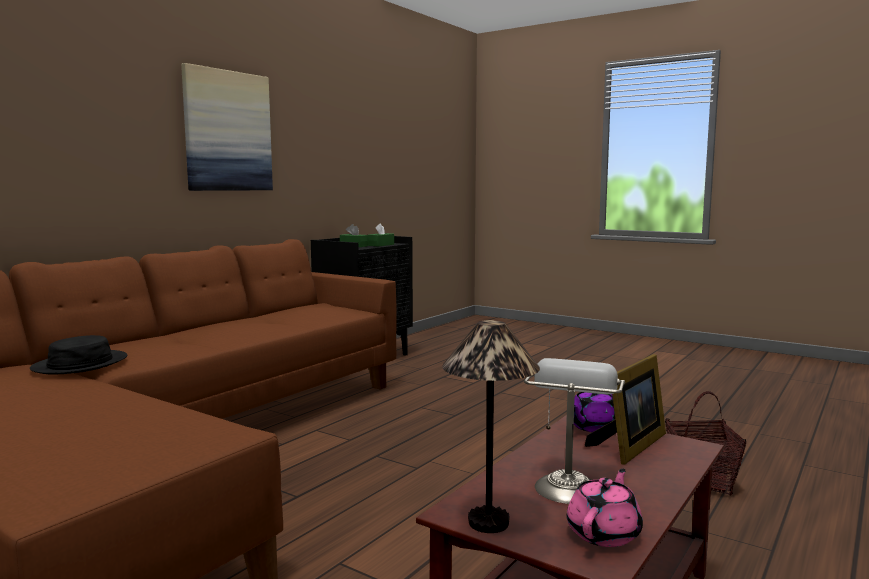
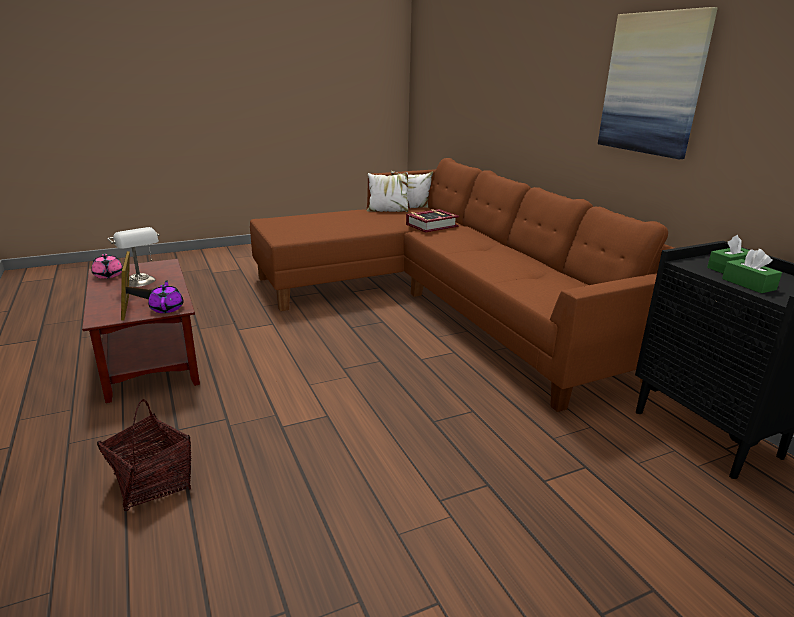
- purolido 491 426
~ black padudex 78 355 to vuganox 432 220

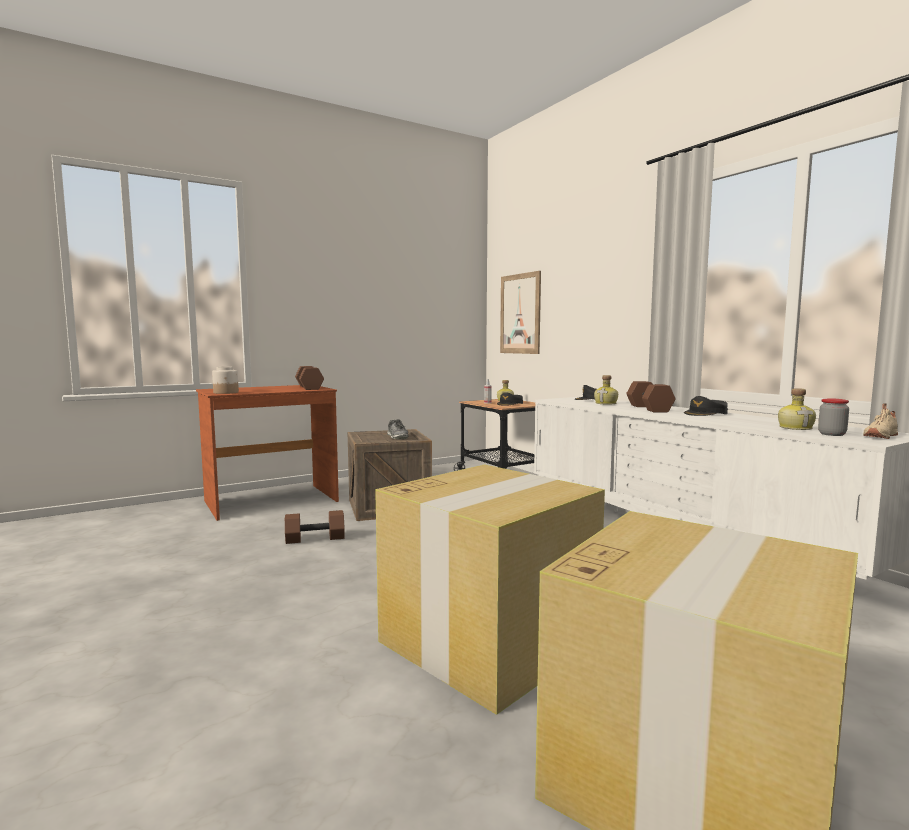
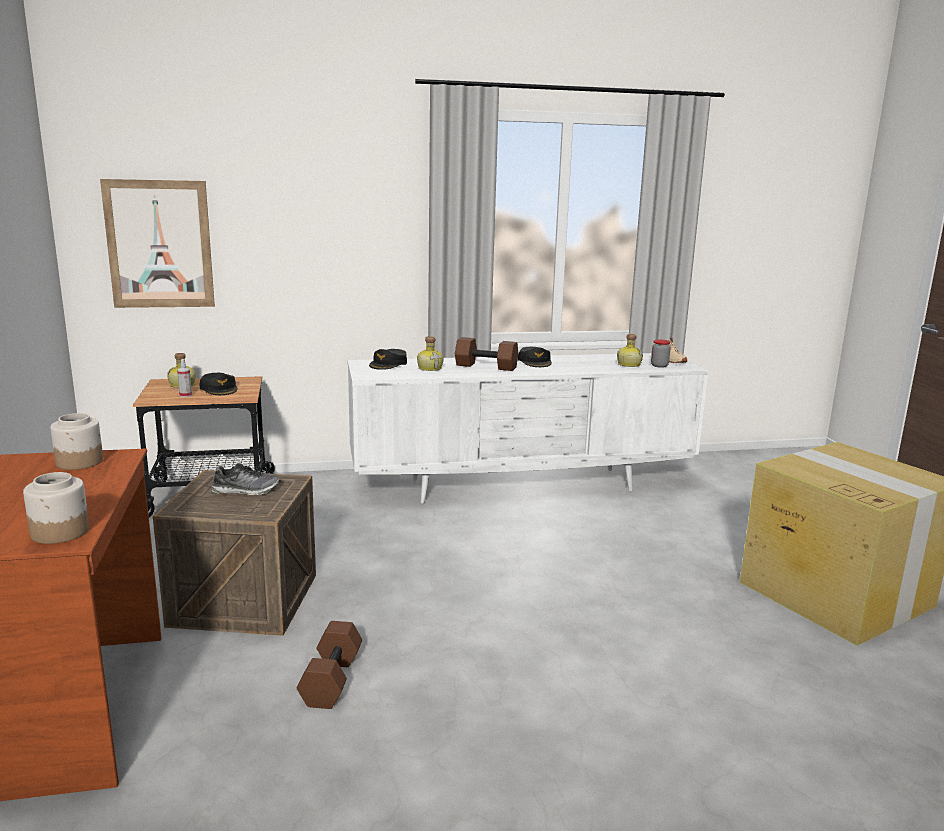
- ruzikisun 490 589
~ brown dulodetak 309 378 to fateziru 76 441

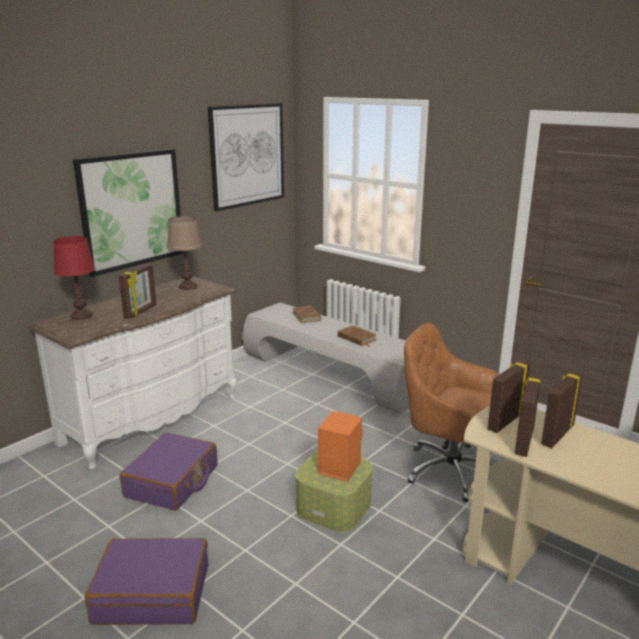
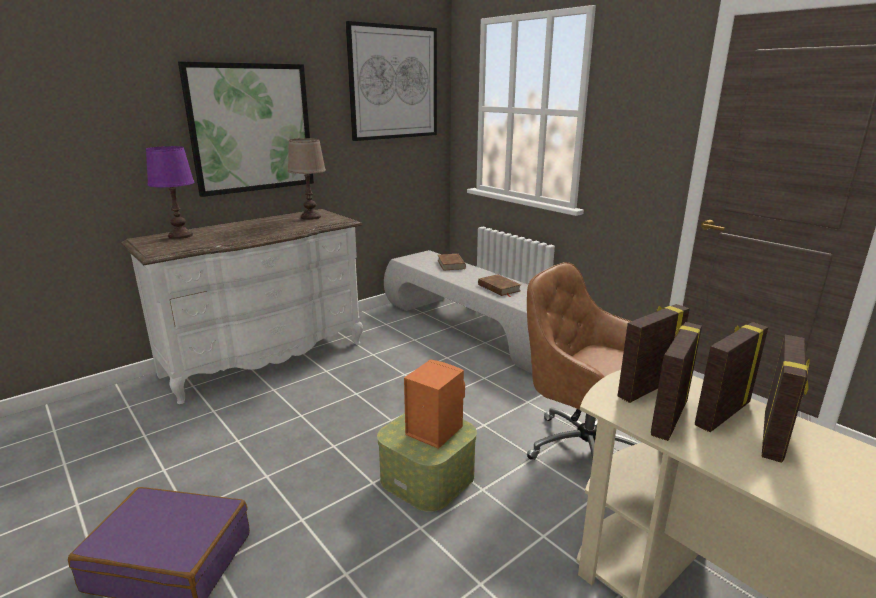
- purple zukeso 169 471
~ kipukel 137 291 to 786 399
~ red purolido 74 278 to purple purolido 170 192

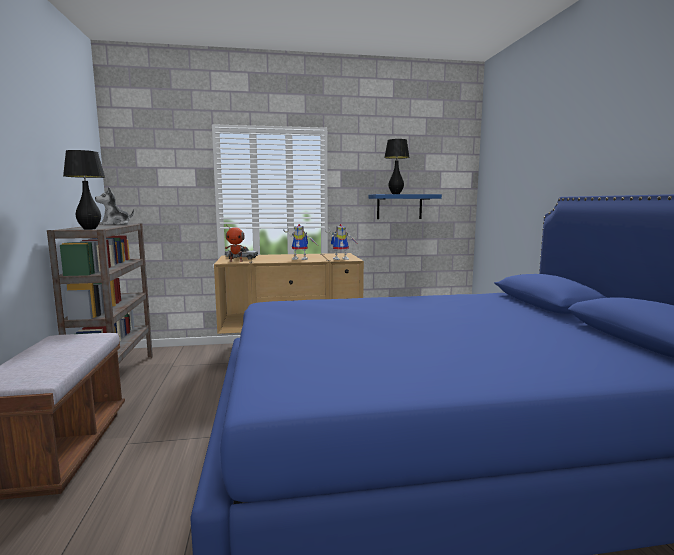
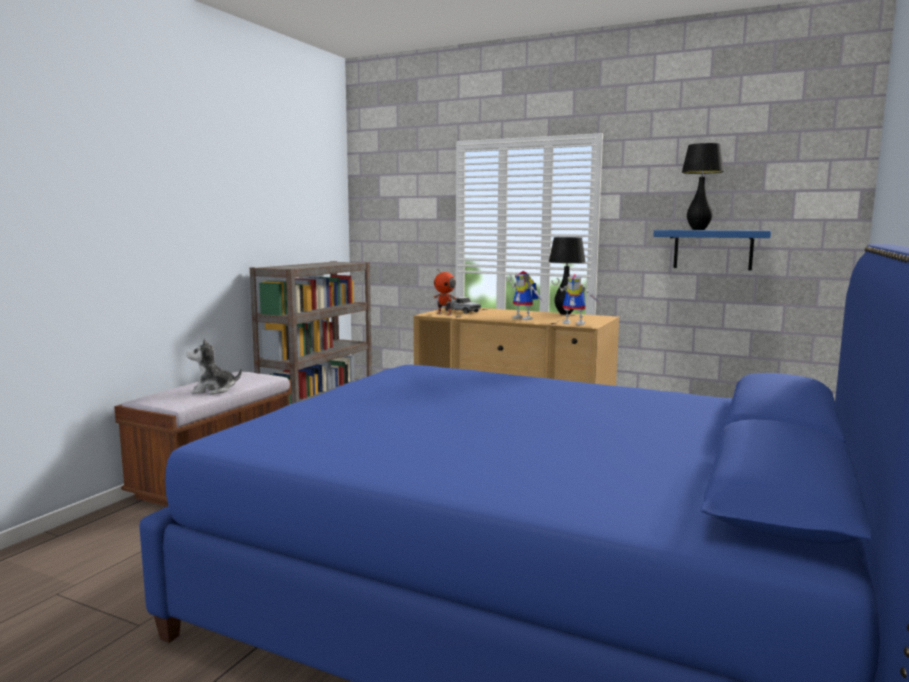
~ black purolido 84 190 to 567 276
~ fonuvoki 114 206 to 214 366

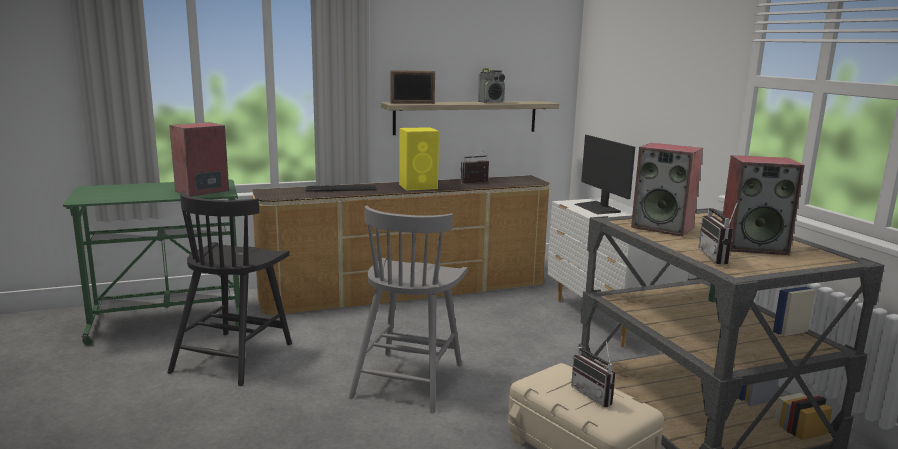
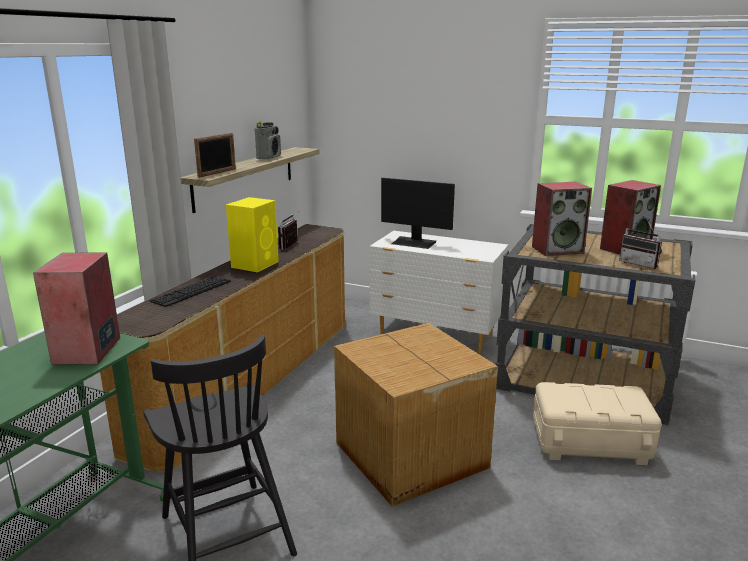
- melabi 593 374
~ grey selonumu 408 309 to ruzikisun 416 415

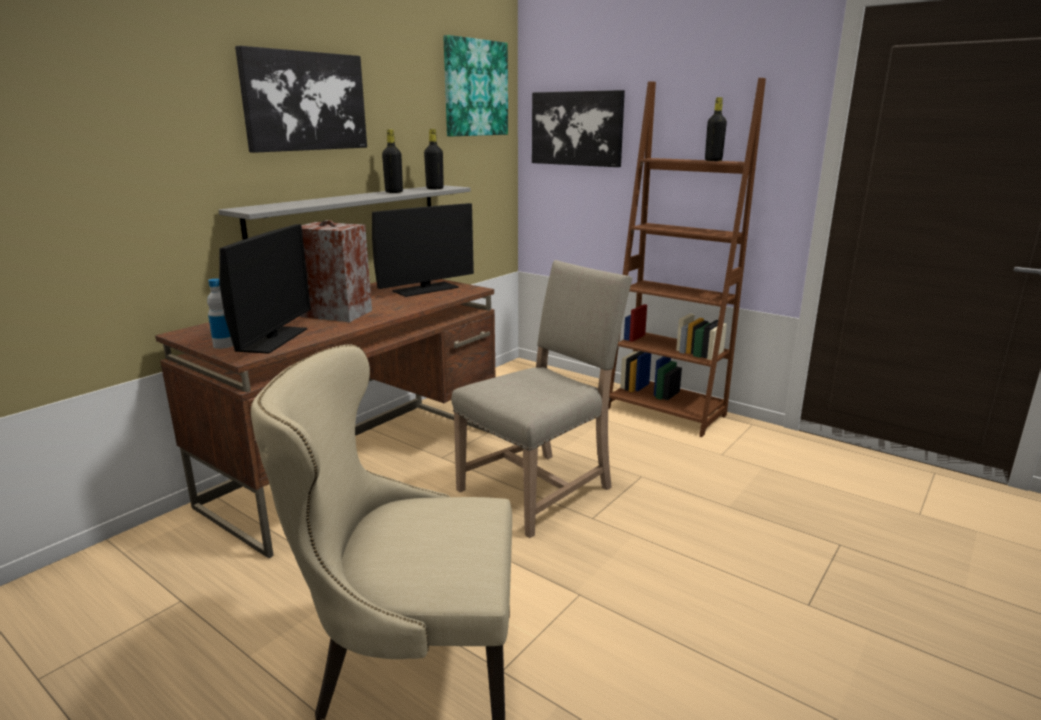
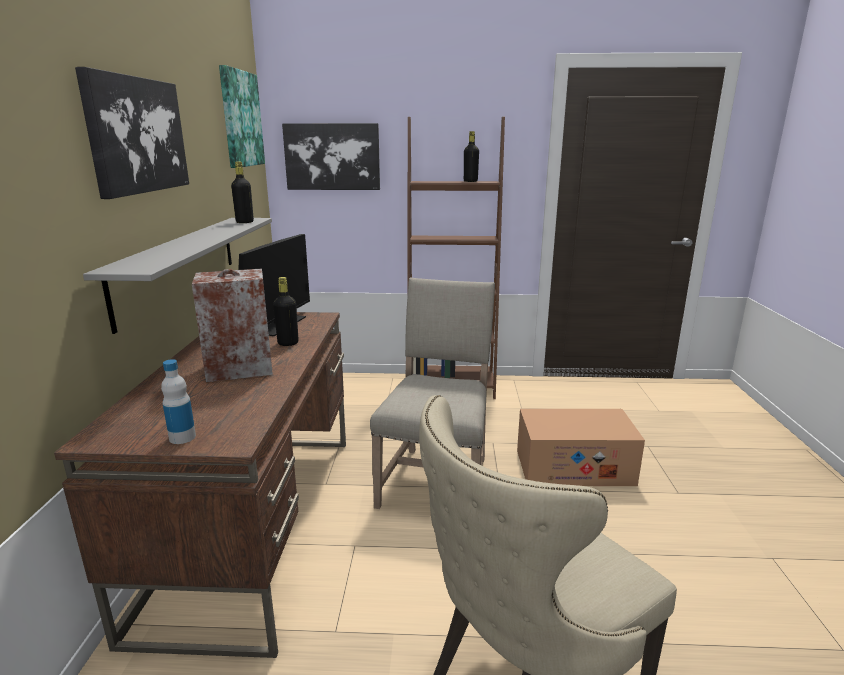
- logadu 265 289
+ ruzikisun 581 447
~ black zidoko 392 161 to 286 311

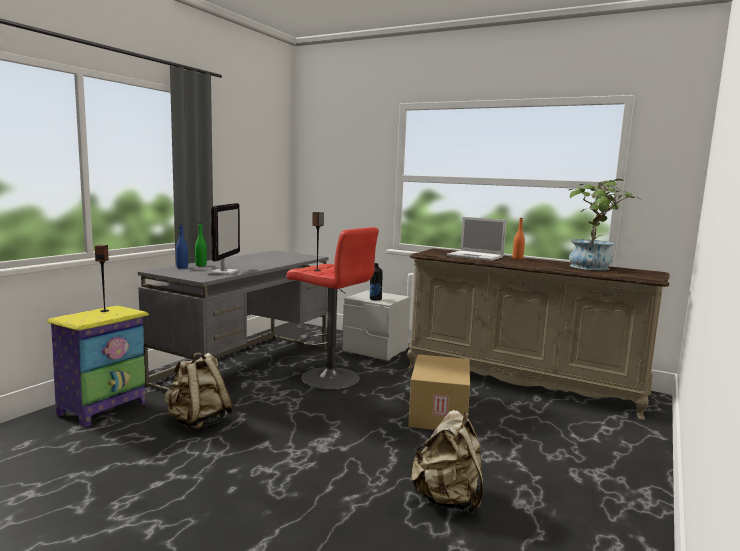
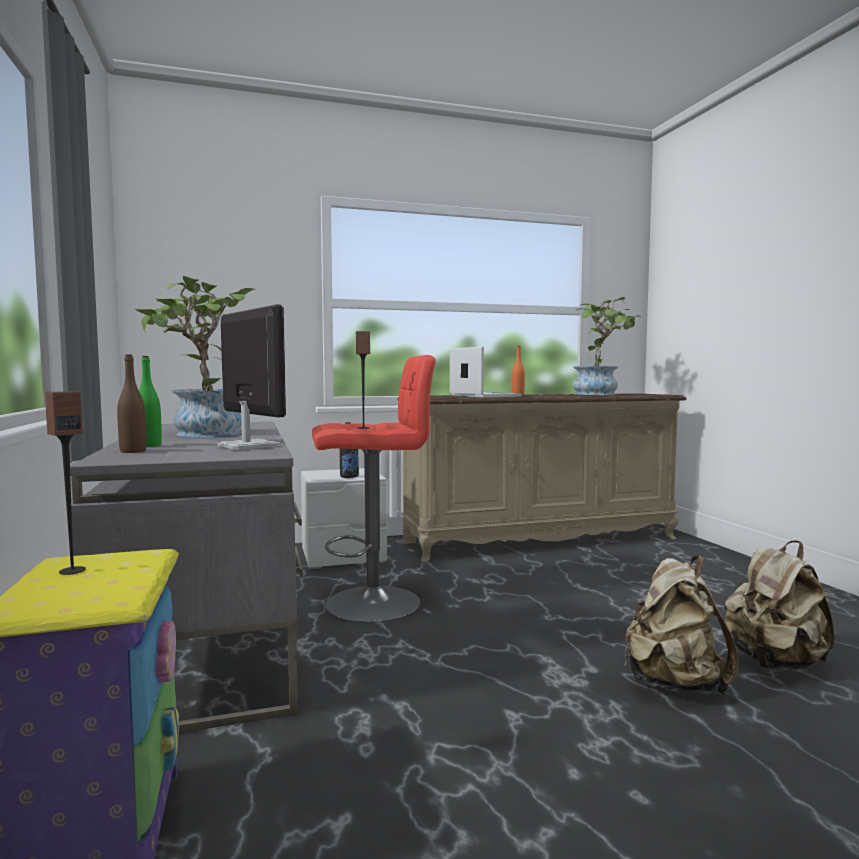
- ruzikisun 439 392
+ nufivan 195 356
~ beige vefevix 198 391 to 681 625
~ blue zidoko 182 246 to brown zidoko 132 404
~ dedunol 477 239 = 486 372 105 degrees counterclockwise

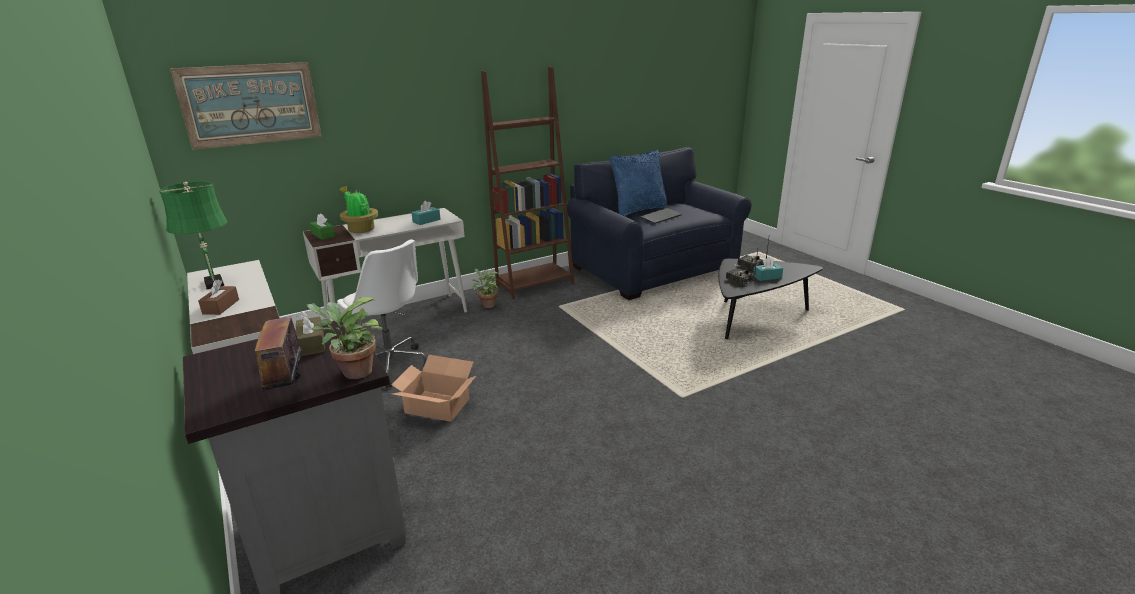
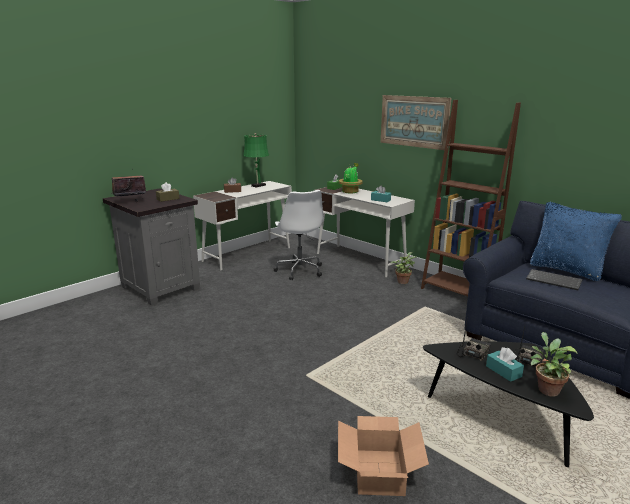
~ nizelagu 246 106 to 416 122
~ nufivan 344 338 to 554 364
~ ruzikisun 433 388 to 383 456
~ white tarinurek 381 313 = 298 235 45 degrees counterclockwise

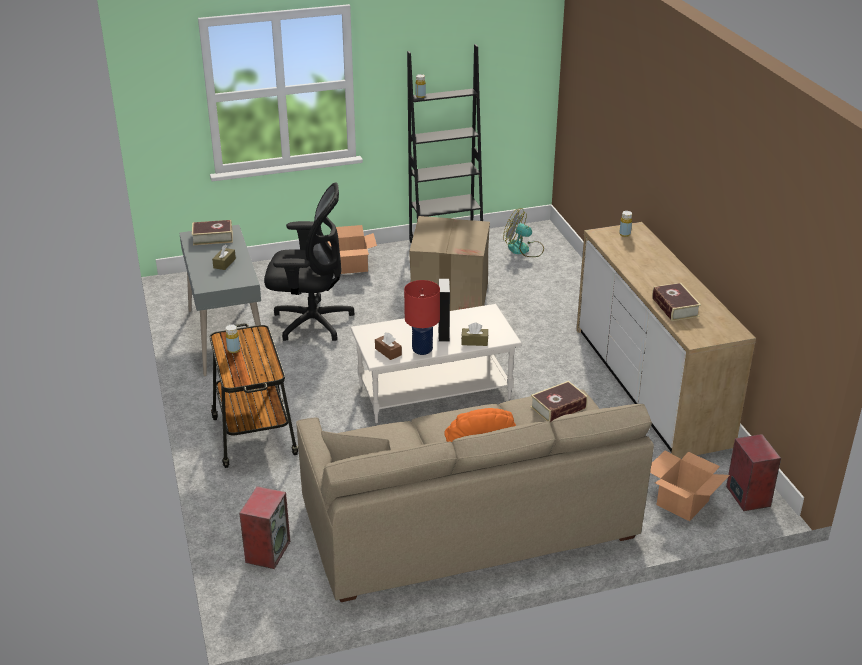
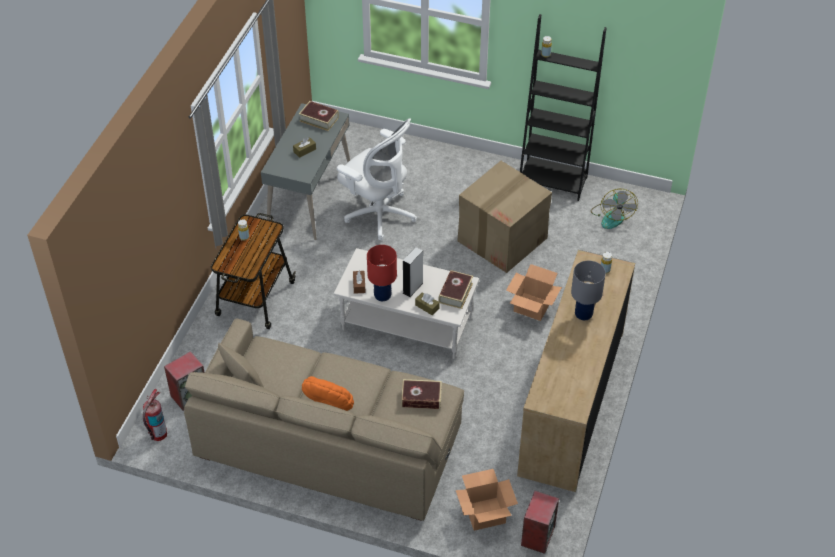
+ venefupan 155 415
+ grey purolido 588 290
~ ruzikisun 352 249 to 534 292
~ vuganox 676 301 to 455 289
~ black tarinurek 309 261 to white tarinurek 377 179
~ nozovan 523 232 = 614 209 150 degrees counterclockwise

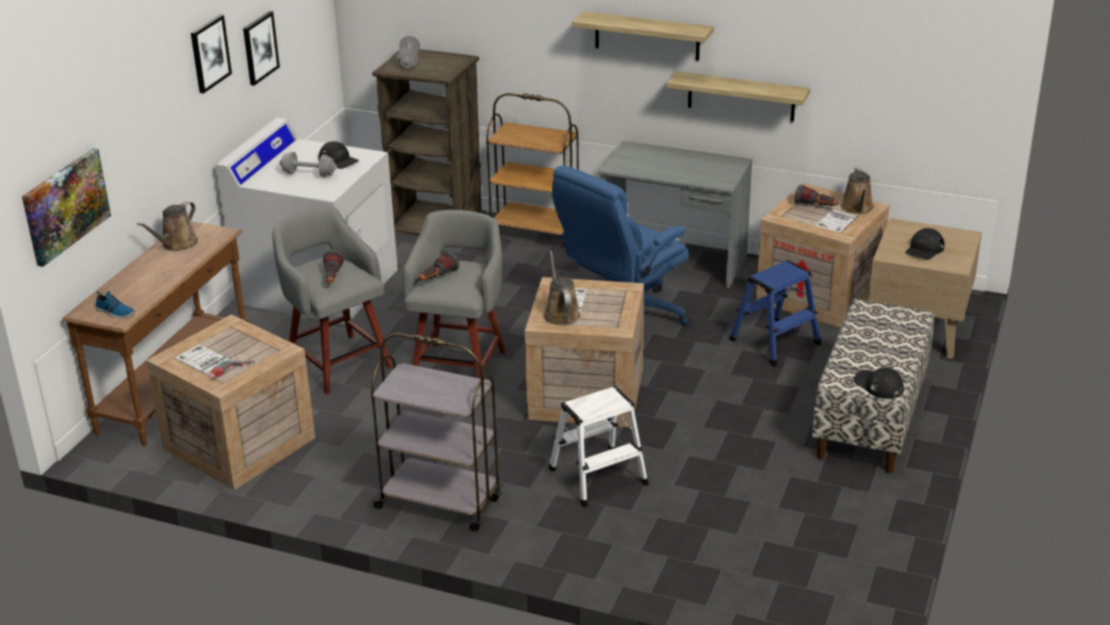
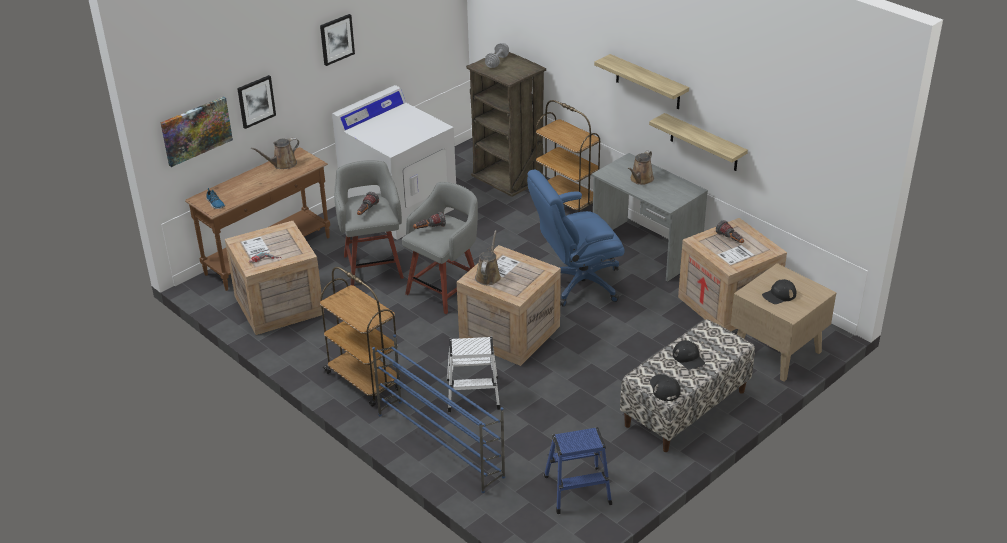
- grey dulodetak 308 164
+ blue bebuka 438 413
~ nizelagu 261 48 to 256 102
~ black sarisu 339 155 to 689 354
~ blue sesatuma 775 313 to 578 470
~ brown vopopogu 857 191 to 641 167
~ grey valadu 435 432 to brown valadu 360 337

